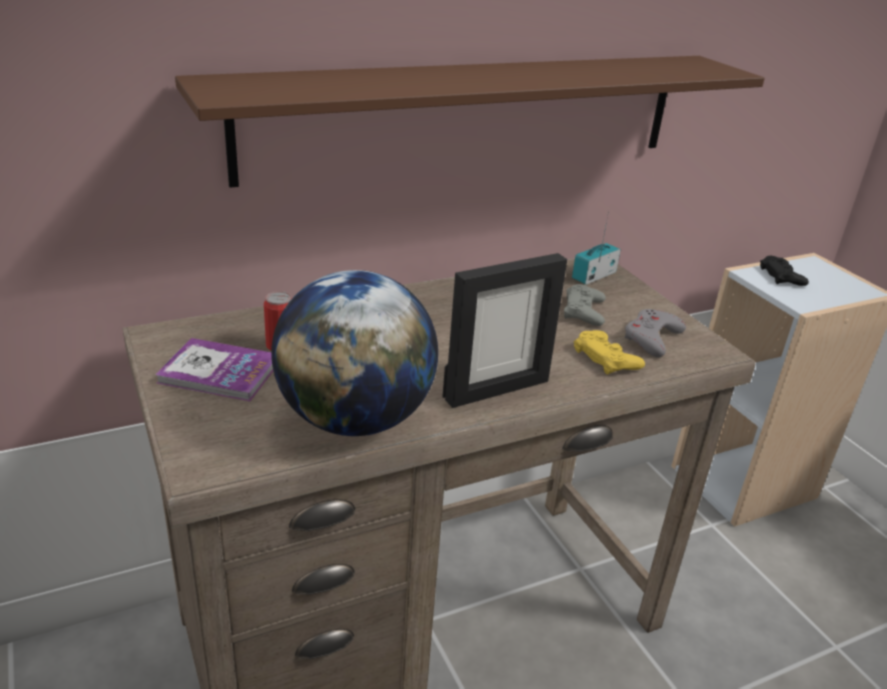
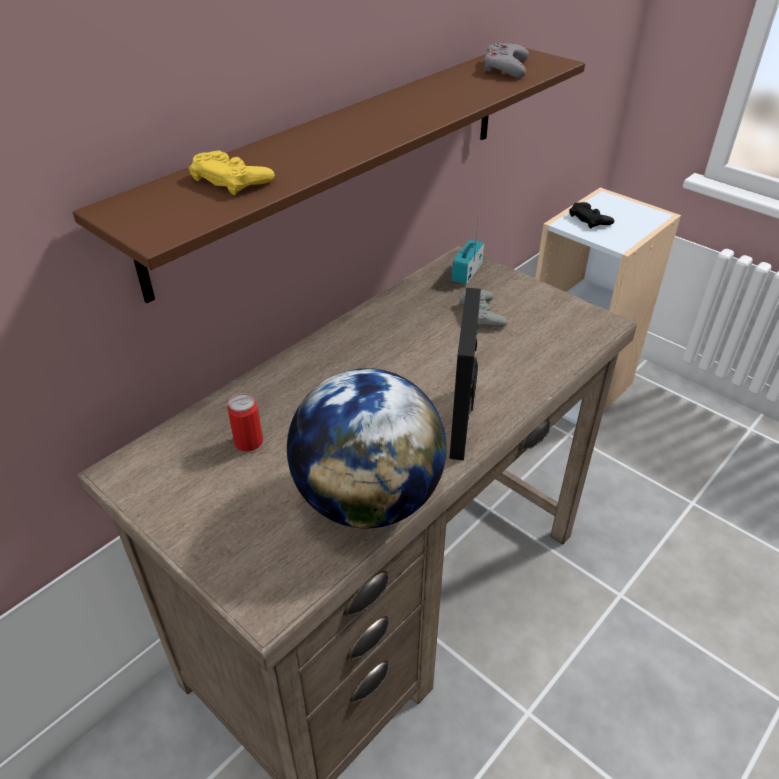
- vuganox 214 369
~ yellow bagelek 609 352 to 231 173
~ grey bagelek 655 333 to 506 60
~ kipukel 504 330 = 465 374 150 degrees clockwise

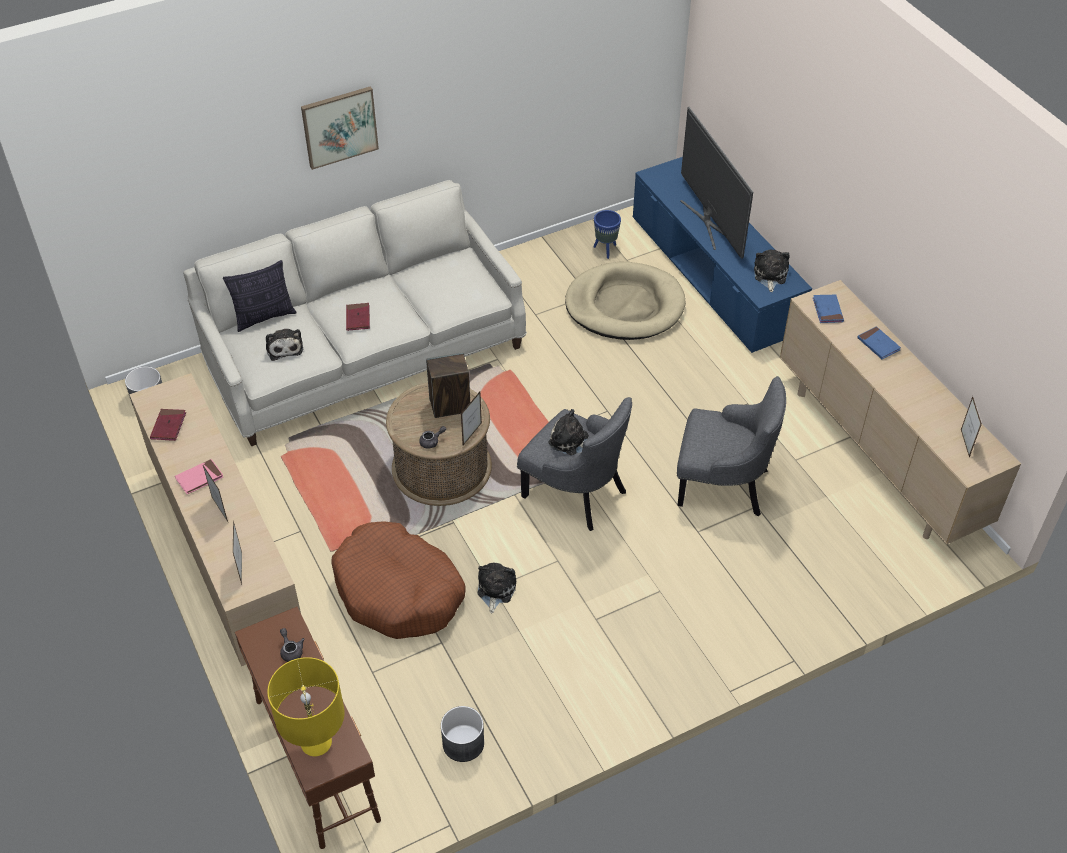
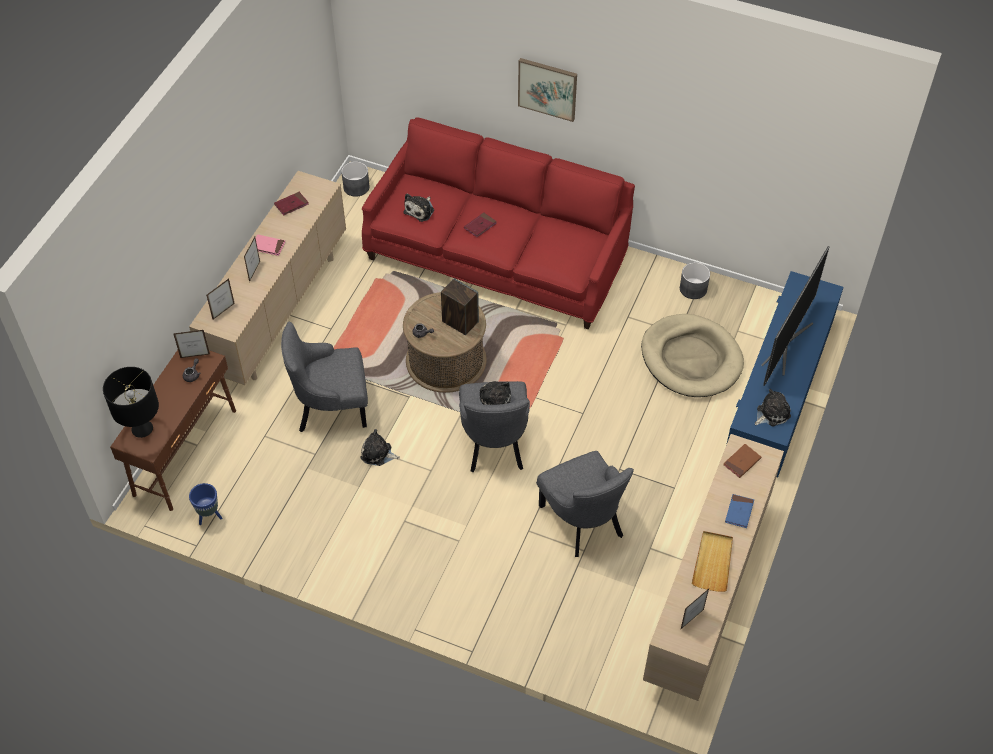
- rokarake 260 296
+ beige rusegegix 712 561
~ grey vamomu 462 734 to 695 280
~ kipukel 471 418 to 191 344
~ blue vamomu 607 234 to 205 504
~ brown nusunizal 399 580 to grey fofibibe 324 377
~ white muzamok 355 313 to red muzamok 498 223
~ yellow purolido 306 706 to black purolido 131 402
~ blue vuganox 828 308 to brown vuganox 742 461
~ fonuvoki 496 587 = 380 447 135 degrees counterclockwise

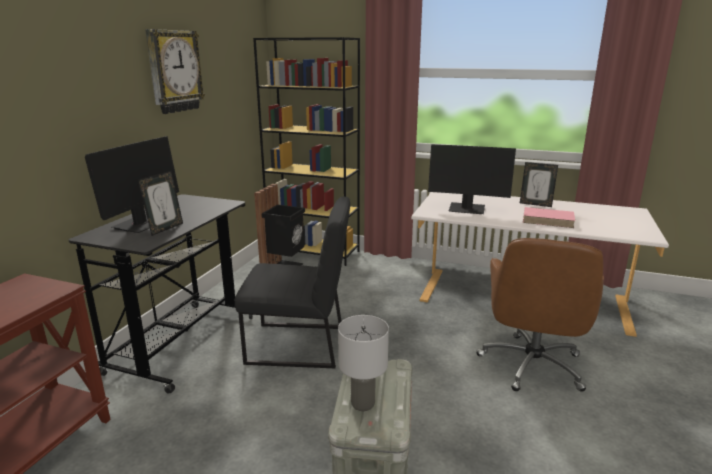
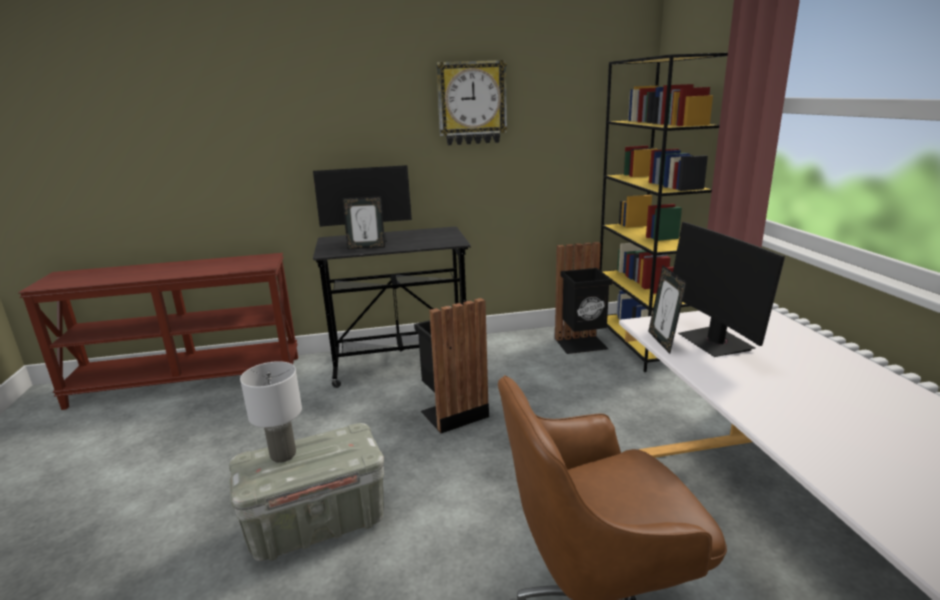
- pink vuganox 549 217
~ kipukel 539 184 to 667 310
~ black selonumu 292 282 to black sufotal 451 365

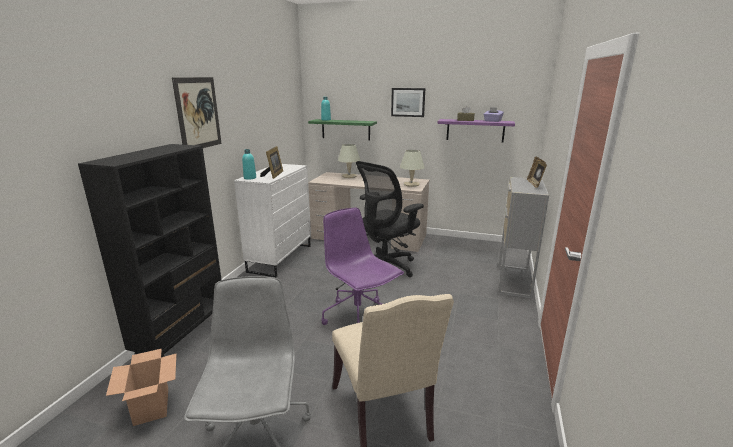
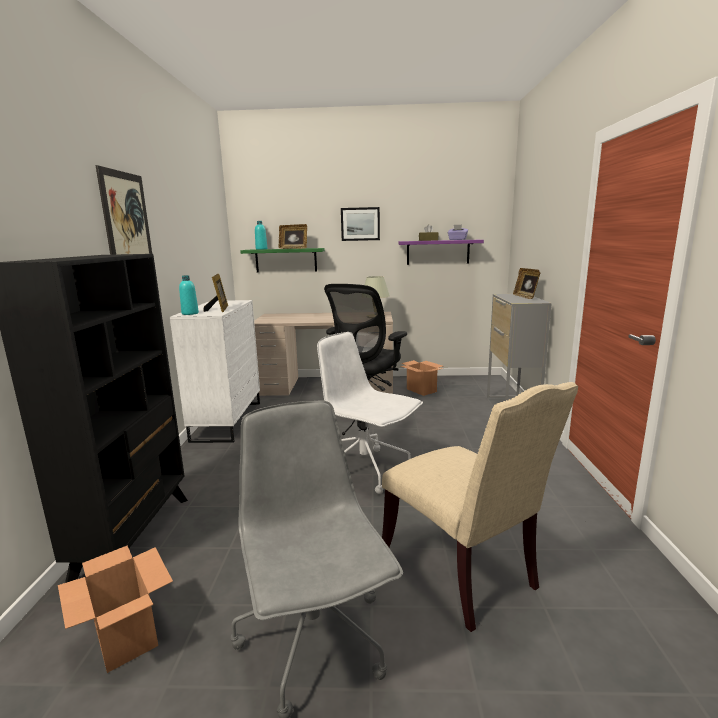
- beige purolido 349 161
+ kipukel 293 236
+ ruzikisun 422 378
~ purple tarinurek 362 266 to white tarinurek 370 413

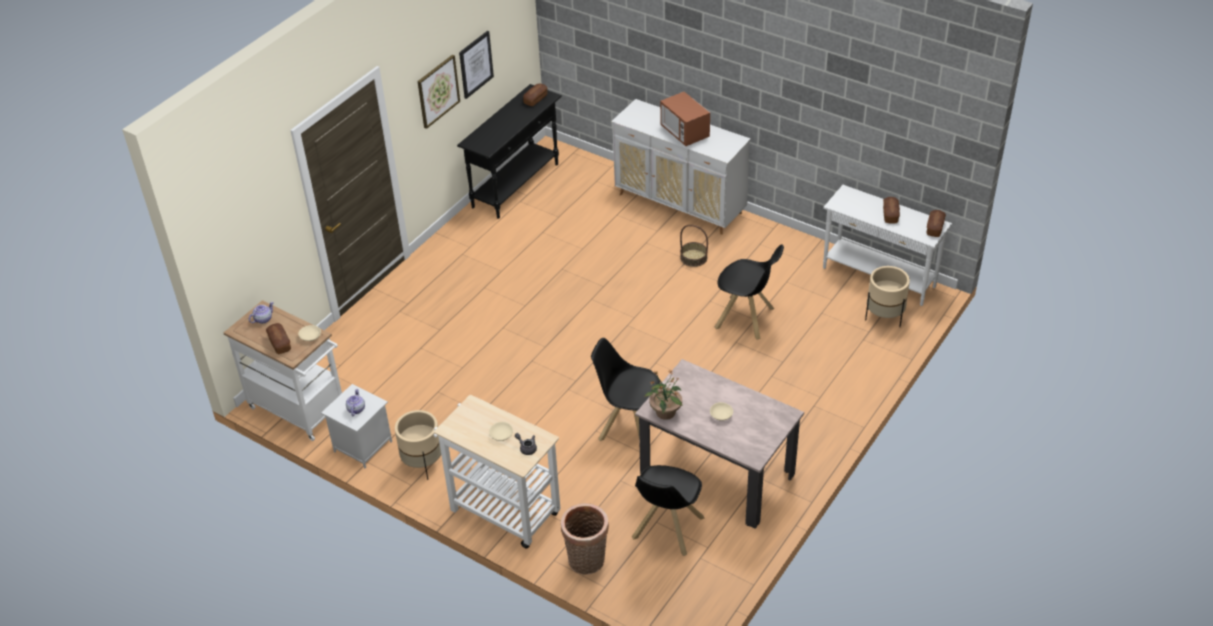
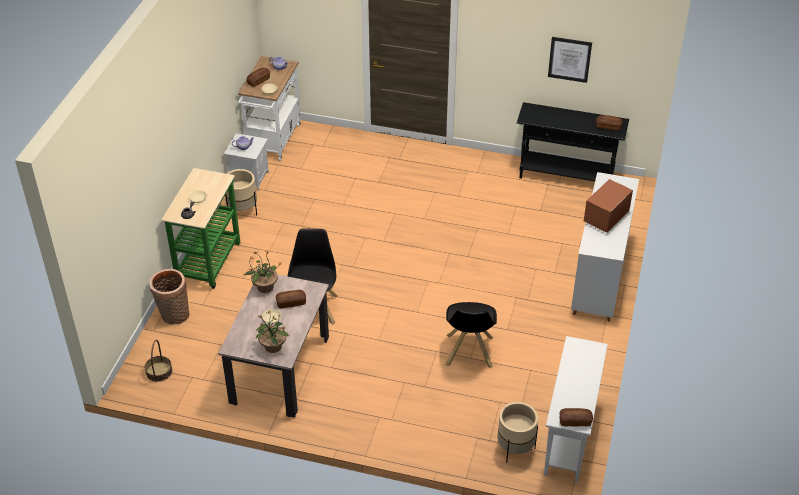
- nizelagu 438 92
- black selonumu 668 510
+ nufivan 272 331
~ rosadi 694 246 to 158 360
~ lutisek 891 210 to 291 299
~ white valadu 496 472 to green valadu 201 228

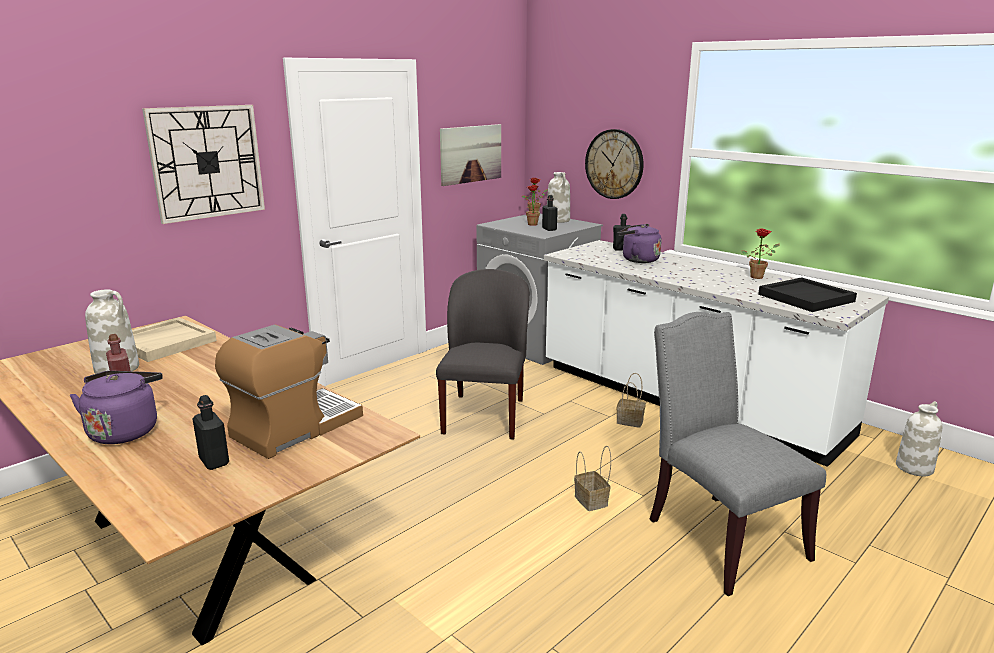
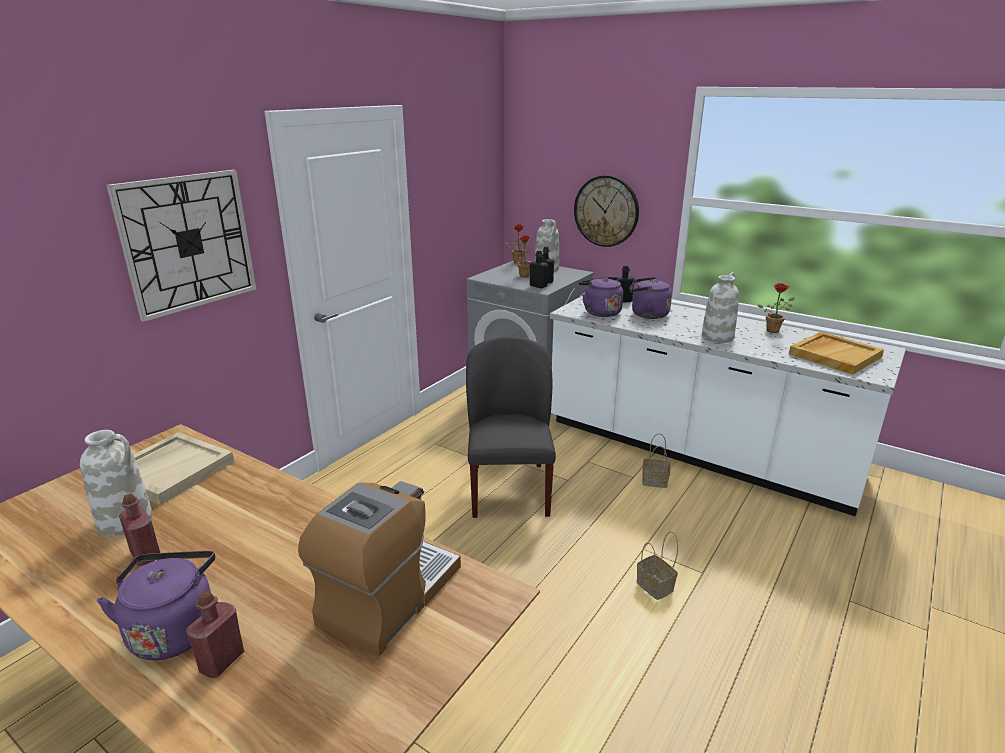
- nizelagu 470 155
- grey selonumu 737 454
+ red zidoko 215 634
+ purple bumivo 601 297
~ black zidoko 211 432 to 539 269
~ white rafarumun 919 438 to 720 307
~ black rusegegix 807 294 to beige rusegegix 836 353

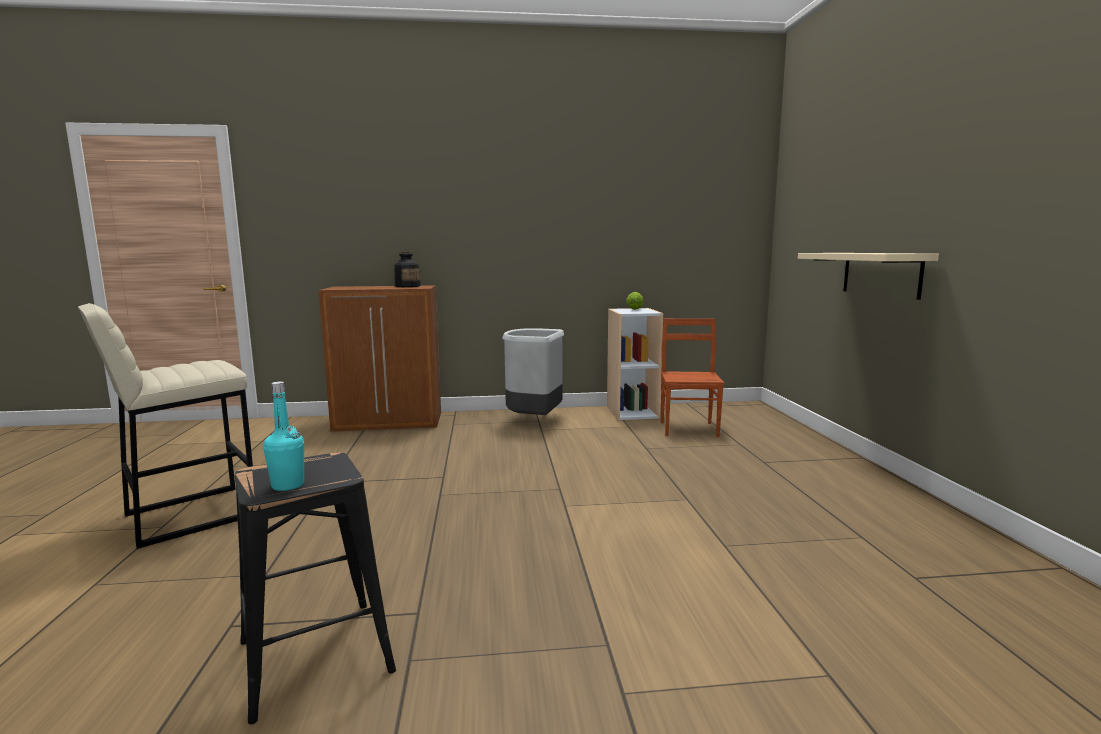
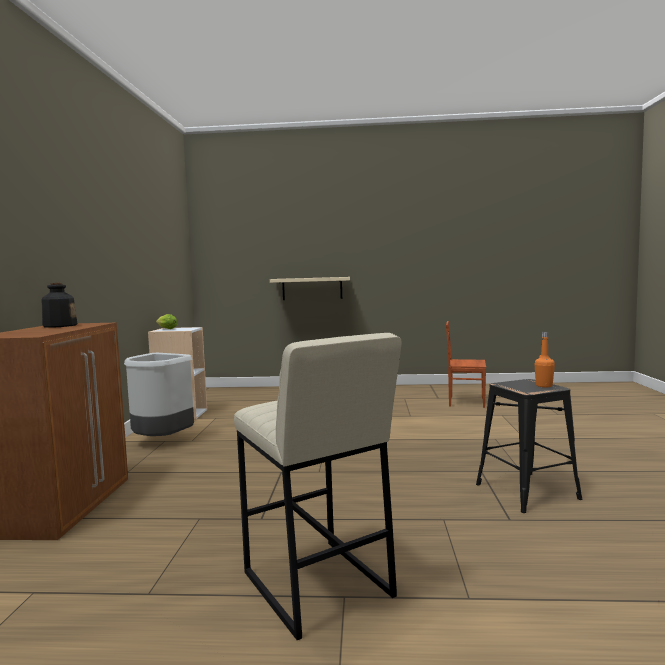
~ brown selonumu 692 377 to 466 364
~ turquoise zidoko 283 436 to orange zidoko 544 359

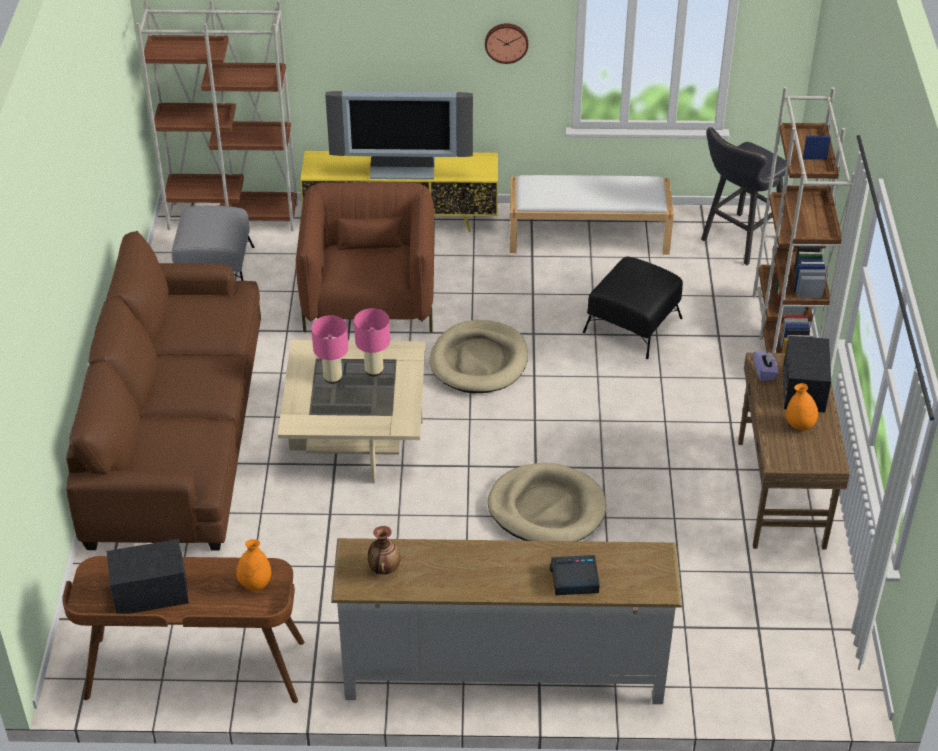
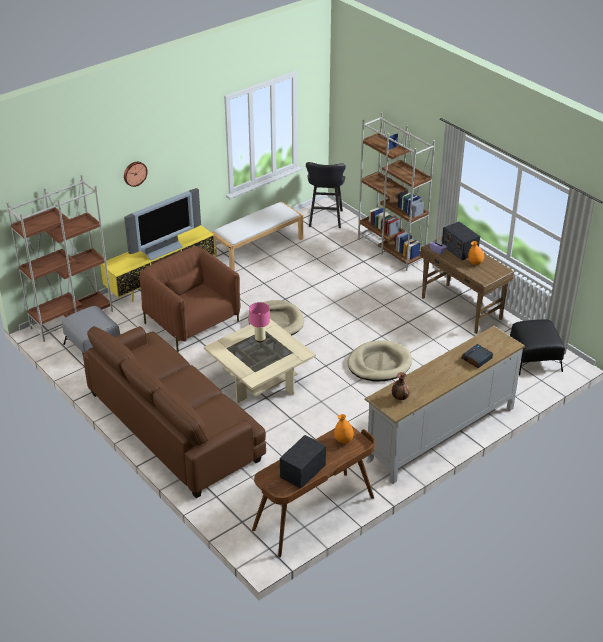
- pink purolido 329 349
~ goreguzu 506 43 to 136 174
~ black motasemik 633 308 to 537 347

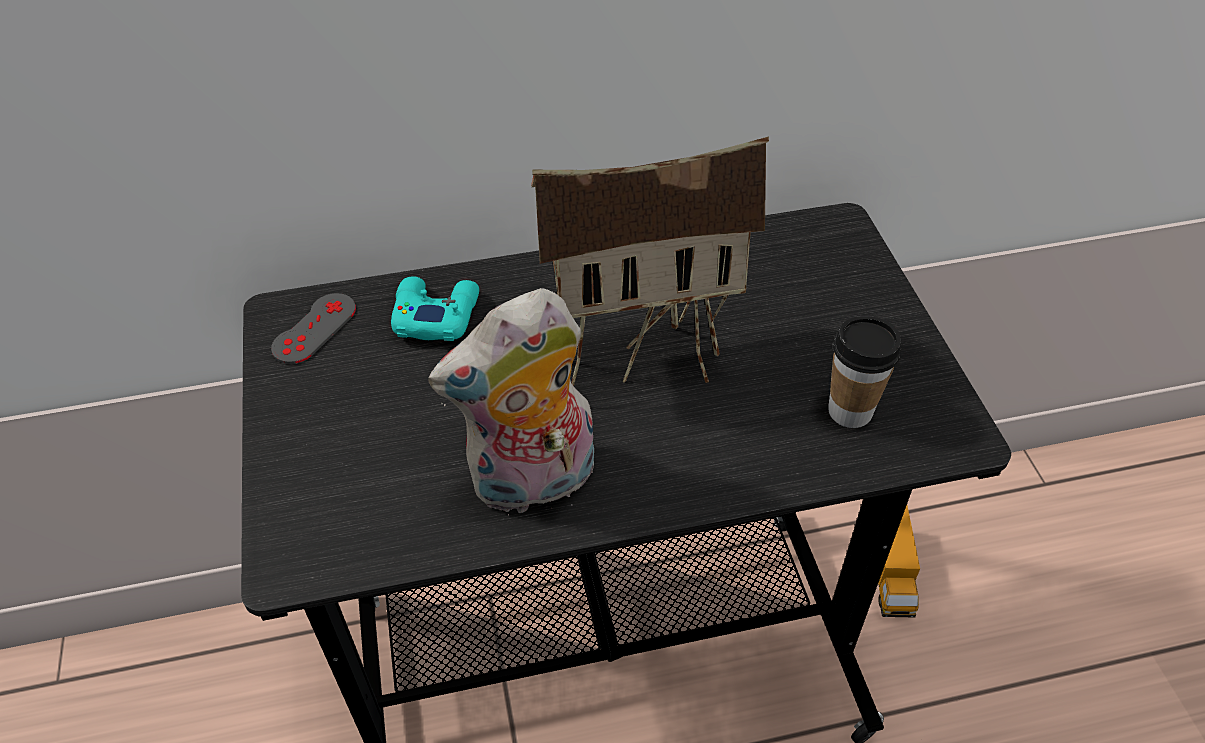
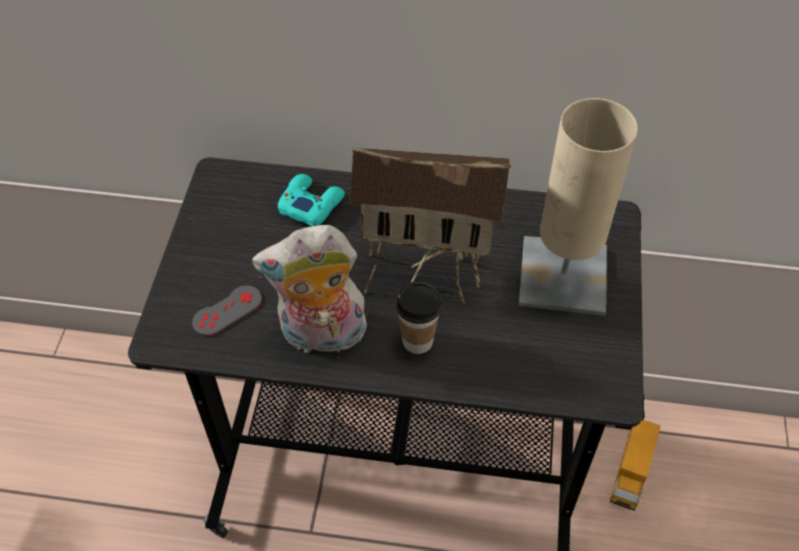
+ beige purolido 578 207
~ grey bagelek 313 328 to 227 310
~ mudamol 864 372 to 419 318

